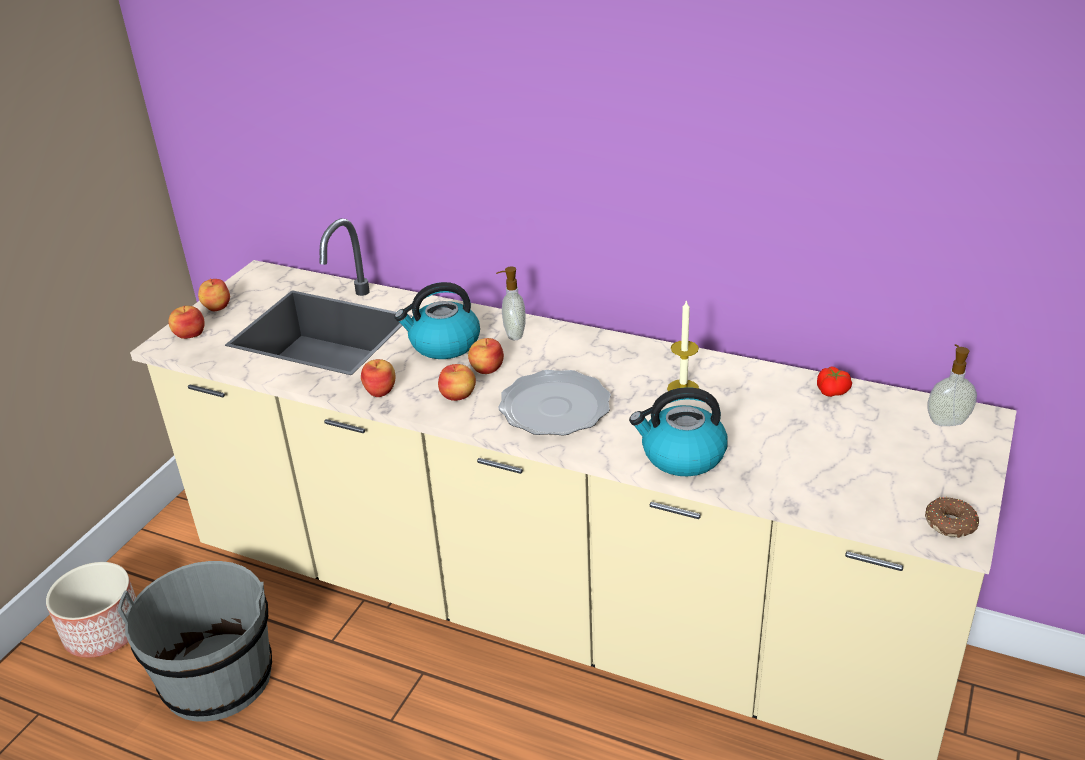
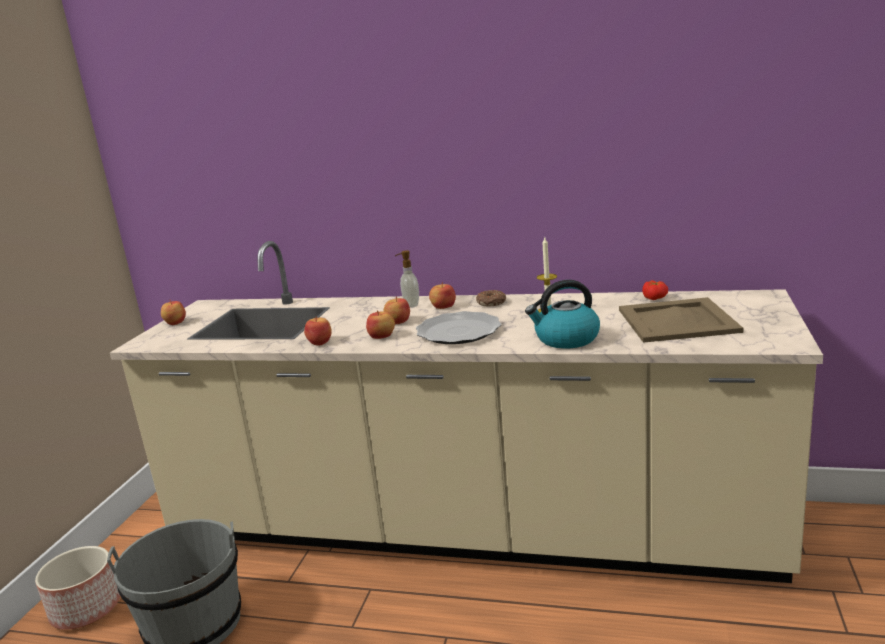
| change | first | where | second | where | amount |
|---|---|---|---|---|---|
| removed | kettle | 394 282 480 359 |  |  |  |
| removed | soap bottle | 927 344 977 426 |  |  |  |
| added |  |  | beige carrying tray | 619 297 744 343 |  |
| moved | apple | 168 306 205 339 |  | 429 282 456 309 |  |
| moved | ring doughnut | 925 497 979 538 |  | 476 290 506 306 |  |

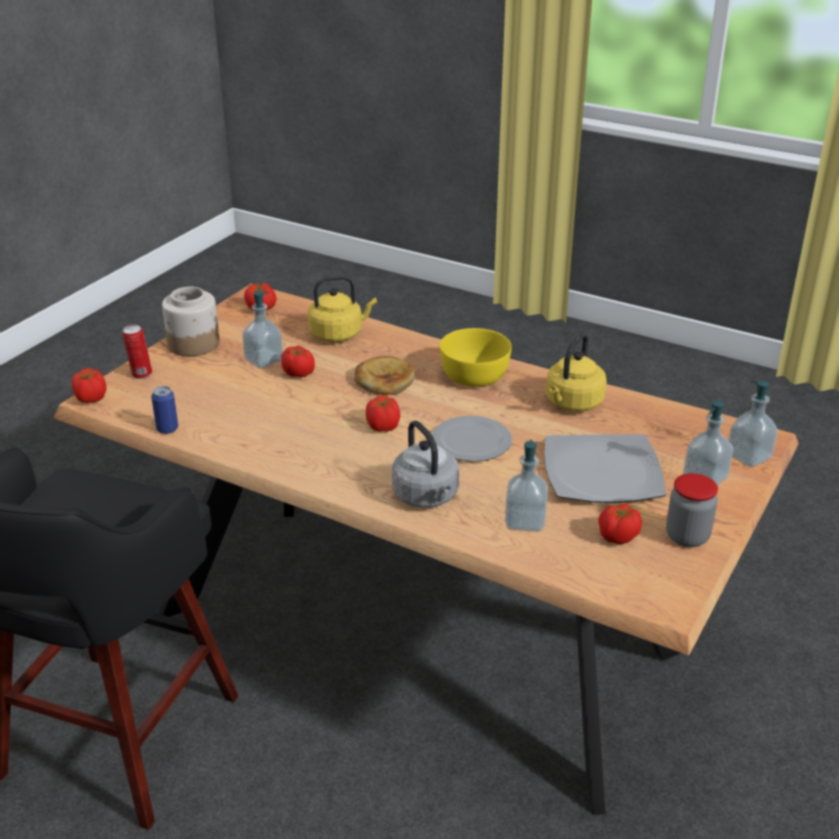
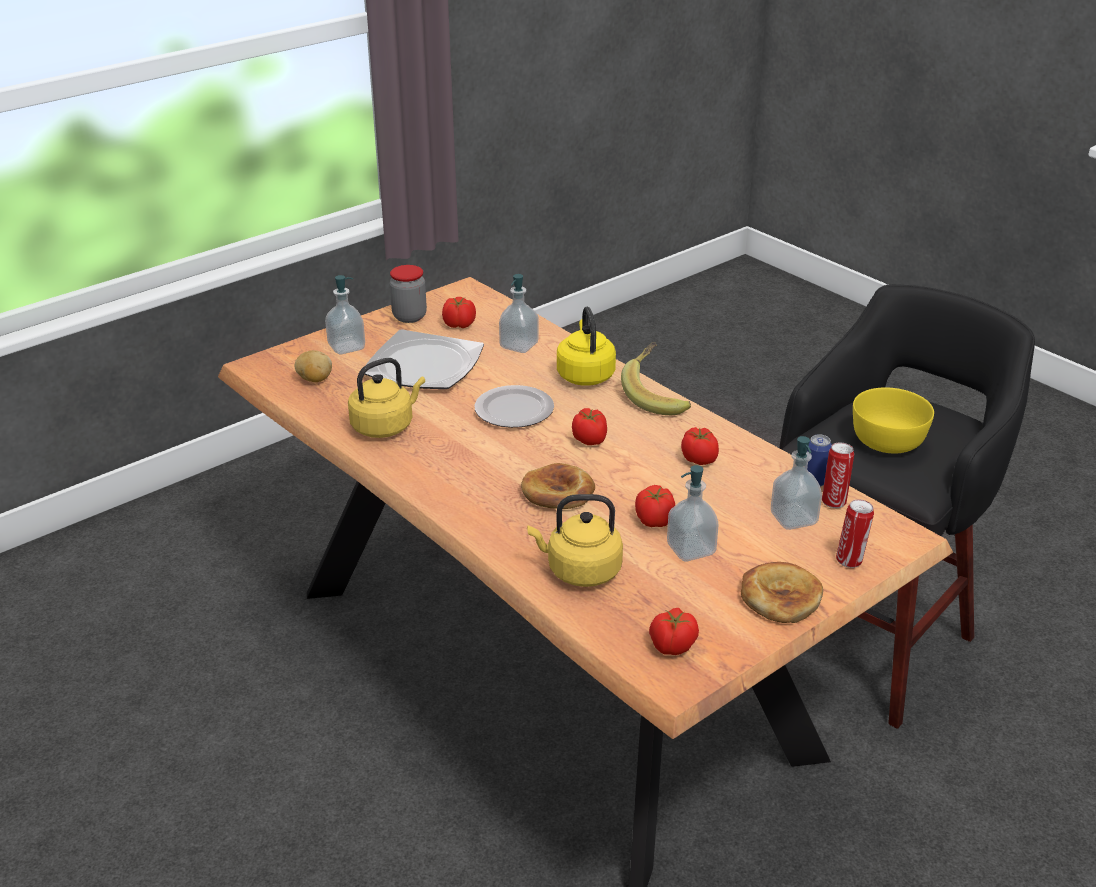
| change | first | where | second | where | amount |
|---|---|---|---|---|---|
| added |  |  | spud | 294 350 332 382 |  |
| added |  |  | whole banana | 621 342 691 415 |  |
| added |  |  | sealed can | 822 443 854 508 |  |
| moved | whole tomato | 72 368 106 403 |  | 681 427 719 465 |  |
| moved | yellow-coloured deep dish | 440 328 512 387 |  | 853 387 934 454 |  |
| moved | soap bottle | 728 381 778 467 |  | 771 436 822 530 |  |
| replaced | storage jar | 162 287 220 356 | bakery bread | 741 562 823 623 |  |
| recoloured | gray kettle | 392 421 459 508 | yellow-coloured kettle | 557 307 616 386 |  |

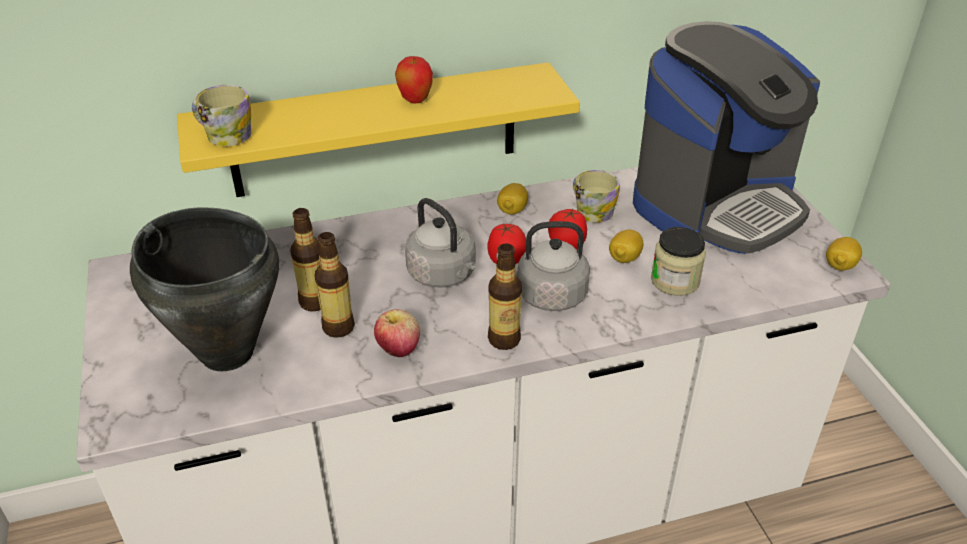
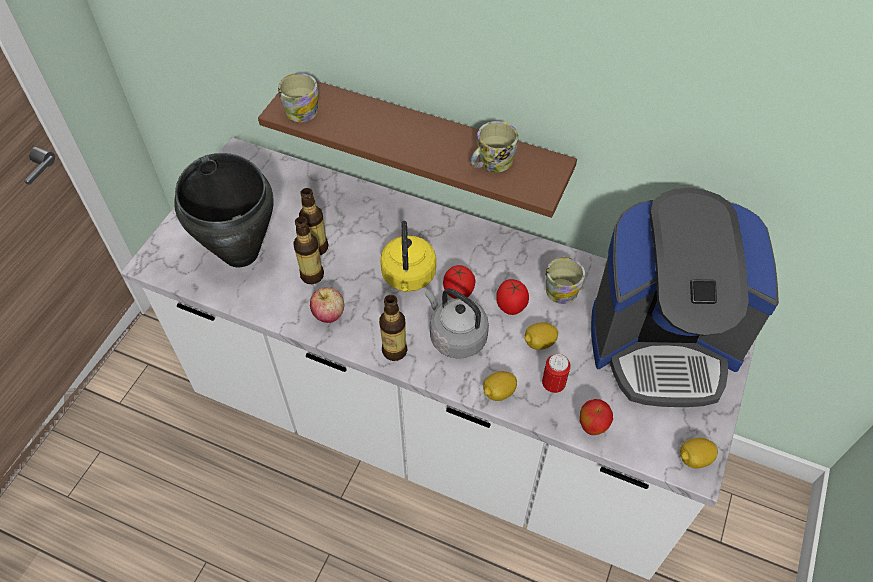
| change | first | where | second | where | amount |
|---|---|---|---|---|---|
| added |  |  | mug | 471 121 518 172 |  |
| moved | apple | 395 56 433 103 |  | 580 399 613 435 |  |
| moved | citrus fruit | 497 183 528 215 |  | 483 371 517 401 |  |
| replaced | storage jar | 651 227 706 296 | sealed can | 542 354 571 393 |  |
| recoloured | yellow-coloured shelf | 177 62 580 197 | brownish shelf | 258 81 577 218 |  |
| recoloured | gray kettle | 405 198 476 288 | yellow-coloured kettle | 380 221 436 292 |  |

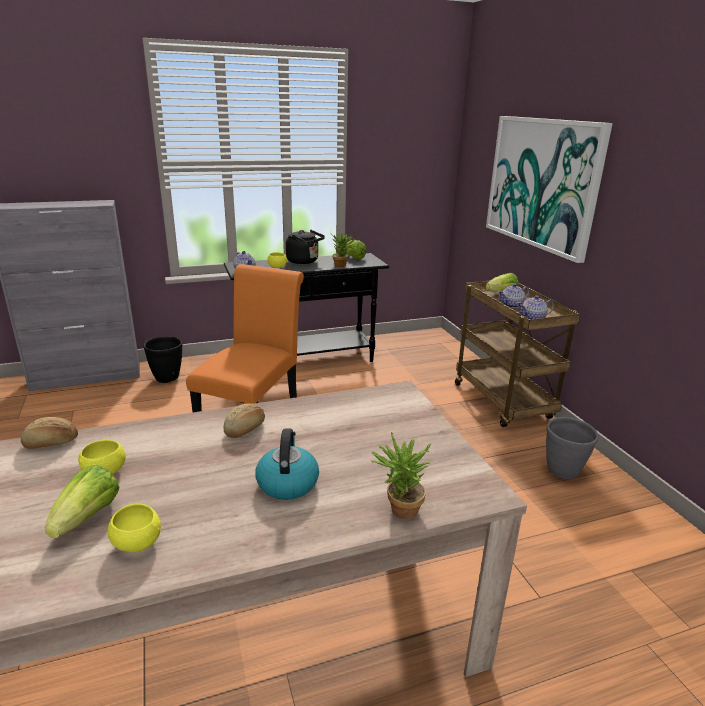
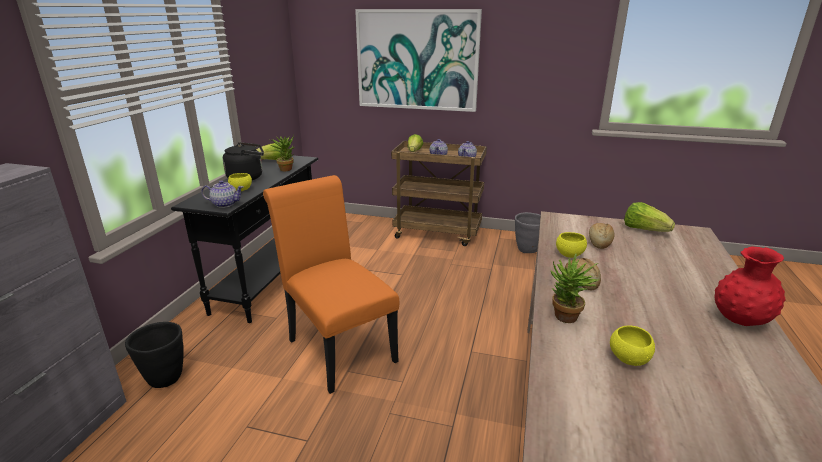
| change | first | where | second | where | amount |
|---|---|---|---|---|---|
| removed | kettle | 255 428 319 500 |  |  |  |
| added |  |  | reddish flower vase | 715 246 786 326 |  |
| moved | bakery bread | 21 417 78 449 |  | 589 223 614 249 |  |
| moved | lettuce | 45 464 120 538 |  | 624 202 675 232 |  |
| moved | yellow-coloured deep dish | 108 503 161 552 |  | 556 232 587 258 |  |
| moved | potted plant | 371 432 432 519 |  | 550 254 600 323 |  |

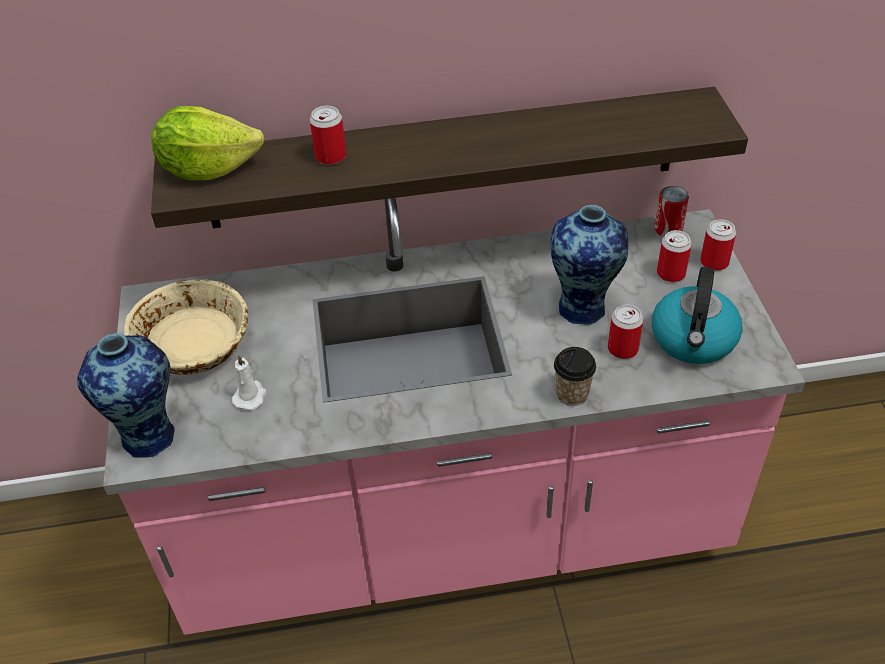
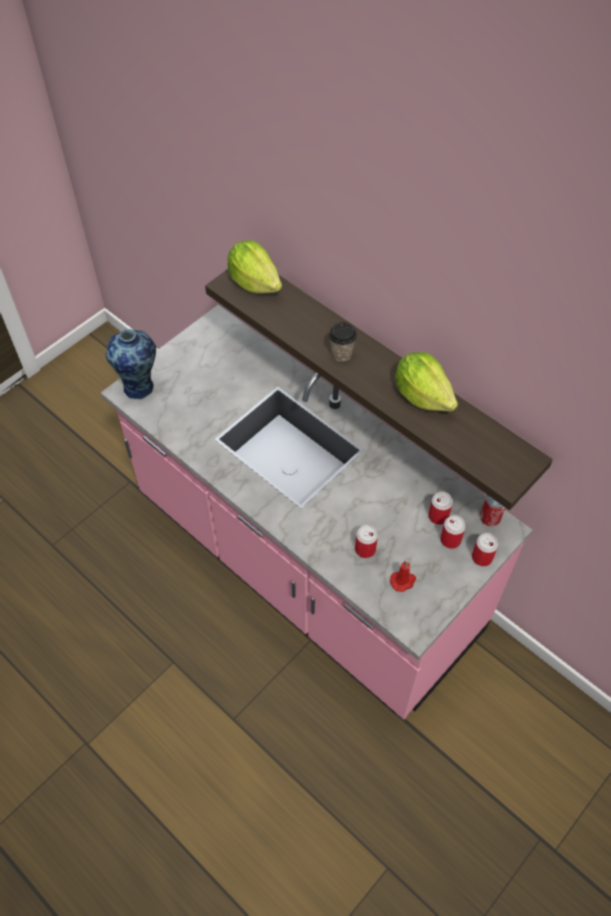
| change | first | where | second | where | amount |
|---|---|---|---|---|---|
| removed | beige deep dish | 124 279 248 375 |  |  |  |
| removed | white-coloured wax candle | 232 354 266 410 |  |  |  |
| removed | flower vase | 551 205 628 325 |  |  |  |
| added |  |  | lettuce | 395 352 458 411 |  |
| moved | sealed can | 310 106 346 165 |  | 428 491 453 525 |  |
| moved | small cup | 554 347 596 406 |  | 329 322 357 362 |  |
| replaced | kettle | 652 267 743 364 | reddish wax candle | 390 561 416 592 |  |

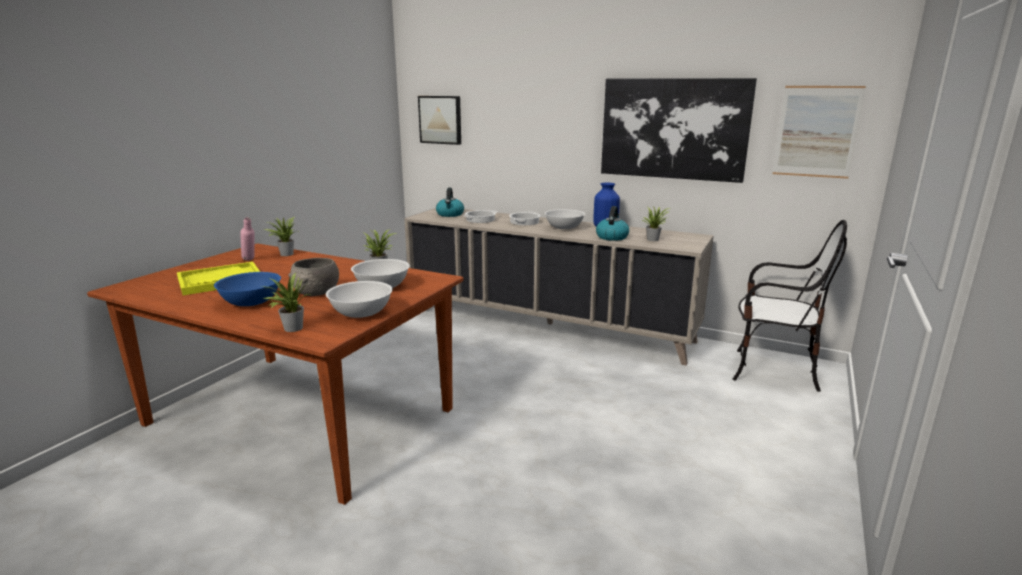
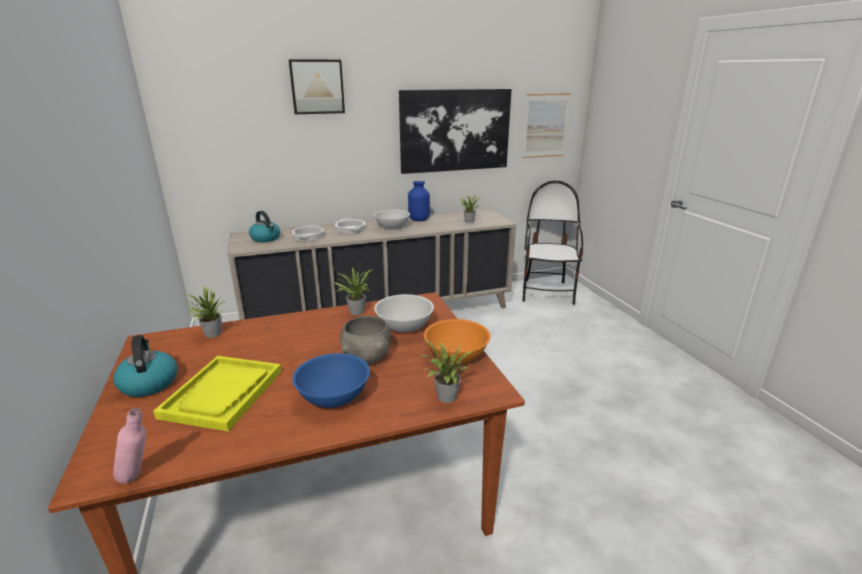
| change | first | where | second | where | amount |
|---|---|---|---|---|---|
| moved | pink-coloured bottle | 240 217 255 261 |  | 113 408 146 484 |  |
| moved | picture | 418 96 461 145 |  | 289 59 345 114 |  |
| moved | kettle | 596 206 629 241 |  | 113 335 177 397 |  |
| recoloured | white-coloured deep dish | 326 281 393 318 | orange-coloured deep dish | 424 319 491 363 |  |
| turned | upright chair | 733 220 847 392 |  | 522 181 583 305 | 60 degrees counterclockwise |

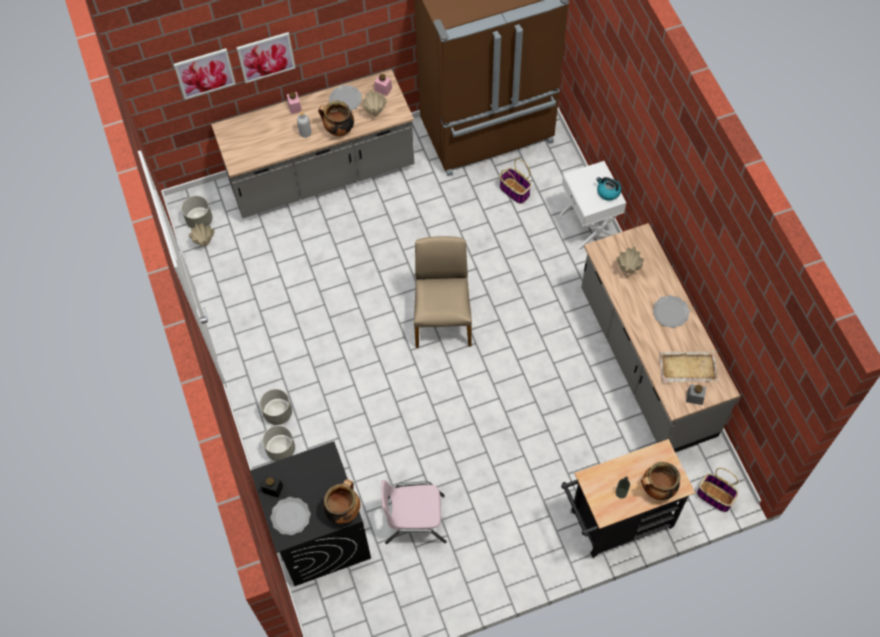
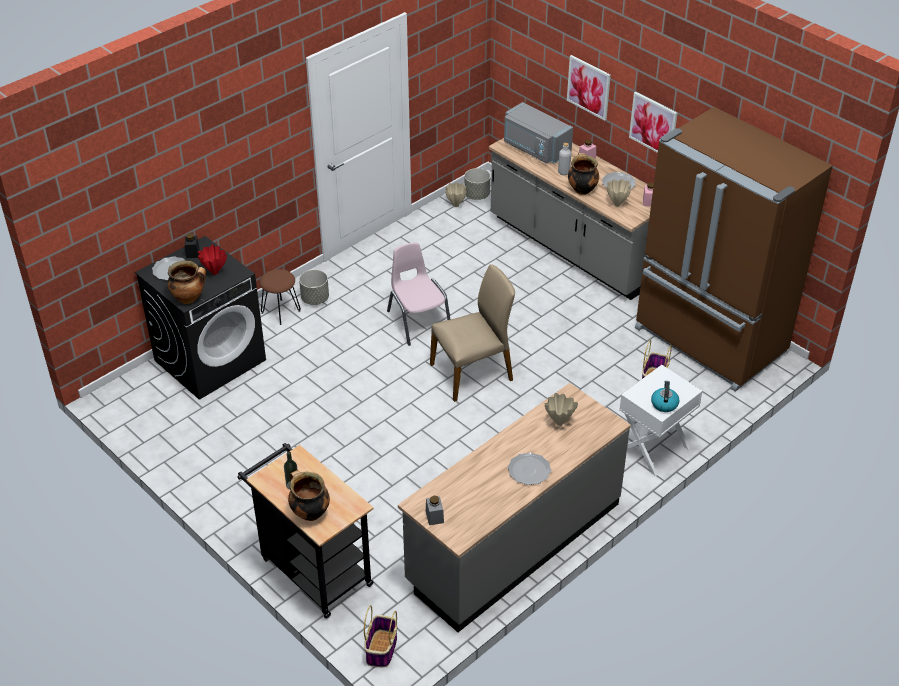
| change | first | where | second | where | amount |
|---|---|---|---|---|---|
| removed | beige carrying tray | 659 351 718 383 |  |  |  |
| added |  |  | reddish flower vase | 198 244 227 275 |  |
| added |  |  | gray microwave oven | 504 102 573 164 |  |
| moved | picture | 174 48 236 100 |  | 629 92 678 153 |  |
| moved | pink-coloured upright chair | 381 480 447 544 |  | 387 243 451 346 |  |
| replaced | gray plant pot | 262 425 295 461 | brownish sitting stool | 260 269 301 325 |  |

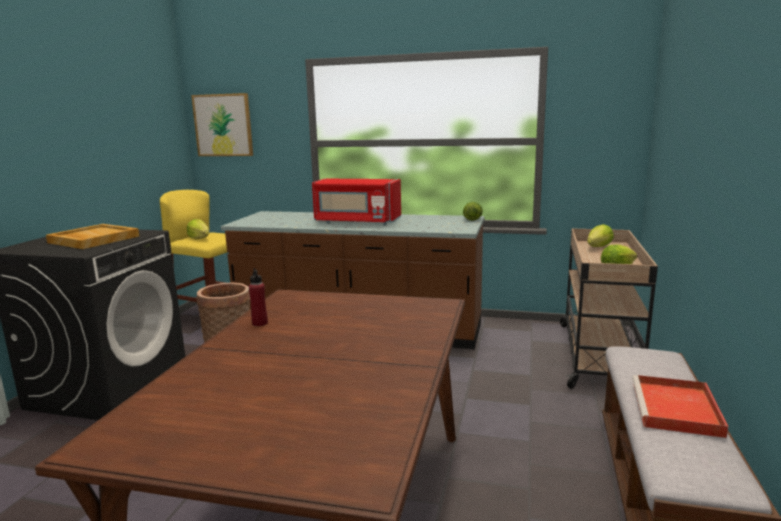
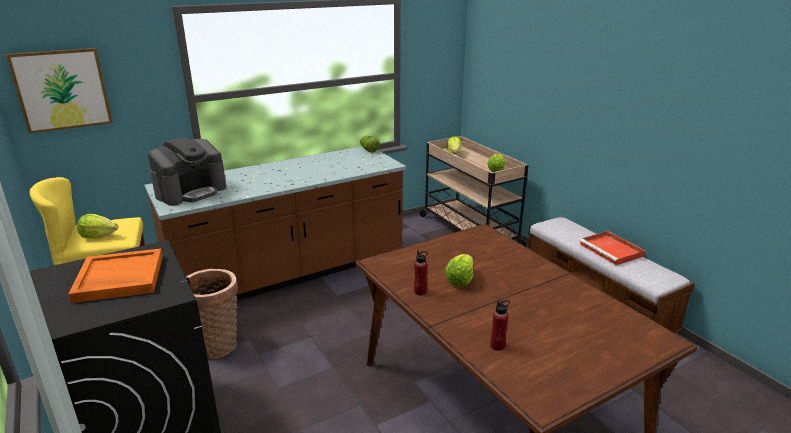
| change | first | where | second | where | amount |
|---|---|---|---|---|---|
| removed | reddish microwave oven | 312 179 401 225 |  |  |  |
| added |  |  | coffee machine | 148 137 226 206 |  |
| added |  |  | lettuce | 445 254 474 287 |  |
| added |  |  | reddish bottle | 490 300 510 351 |  |
| recoloured | beige carrying tray | 46 224 139 249 | orange-coloured carrying tray | 68 249 163 303 |  |

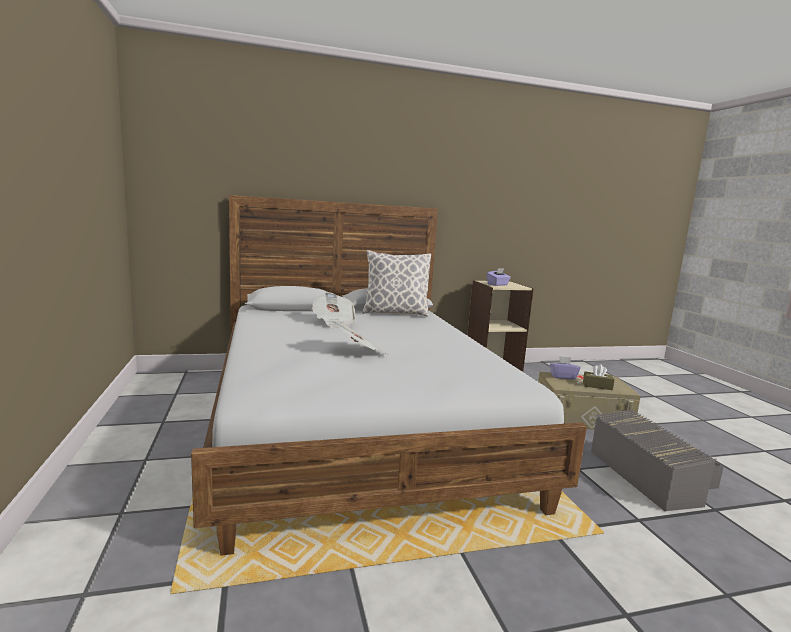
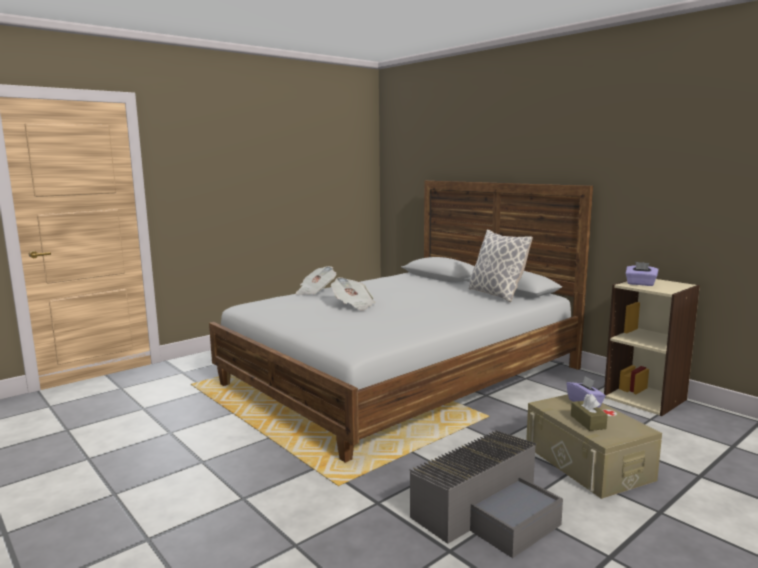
| change | first | where | second | where | amount |
|---|---|---|---|---|---|
| moved | newspaper | 311 292 355 328 |  | 296 266 337 295 |  |

